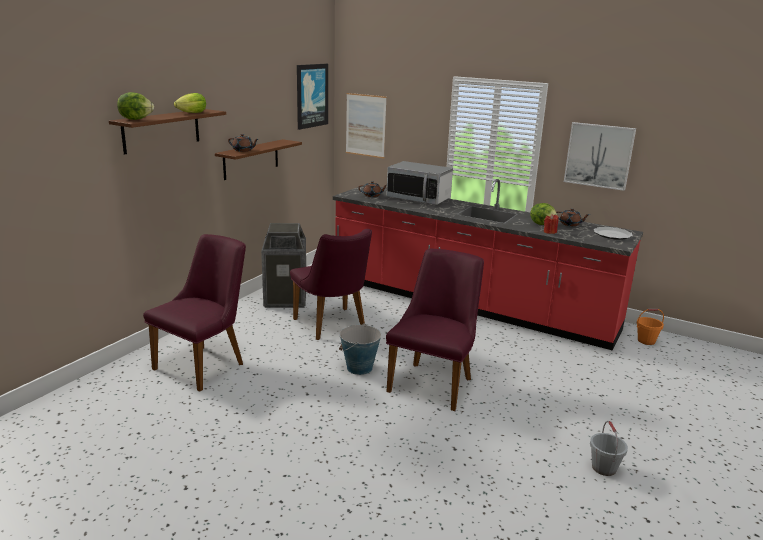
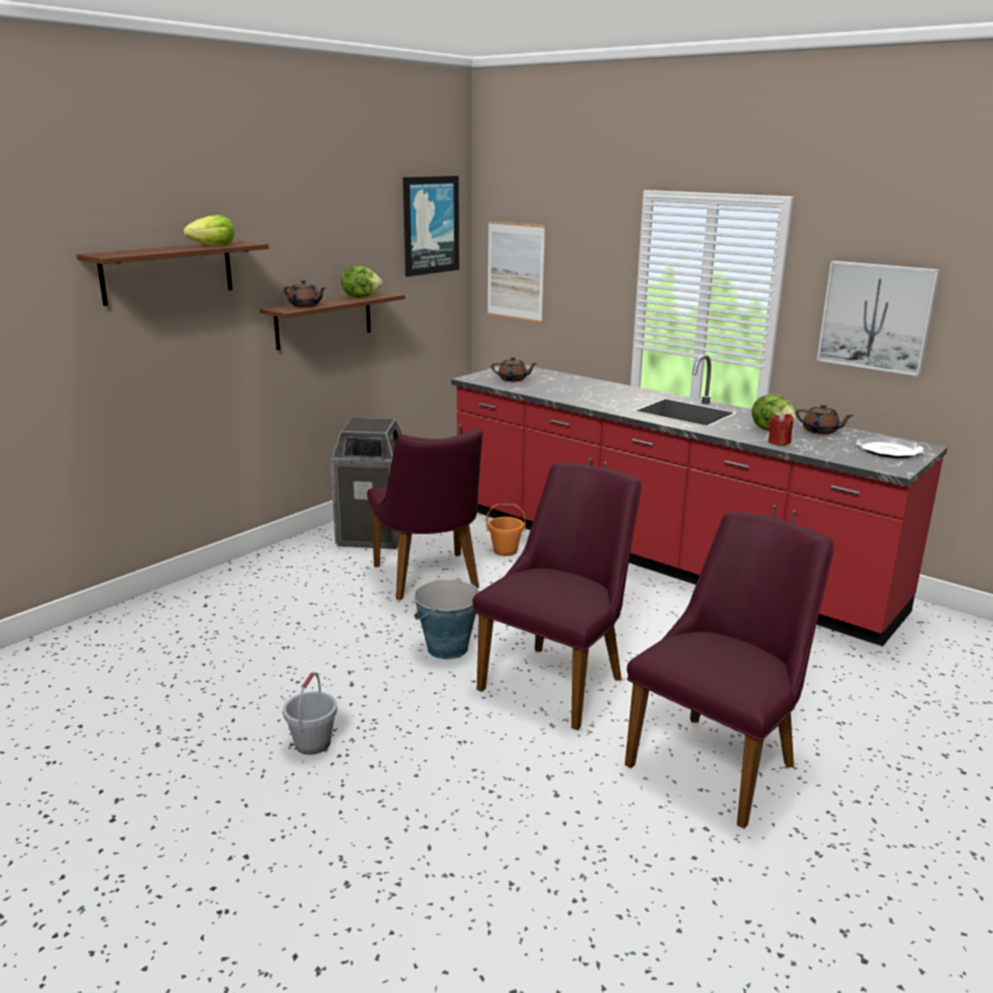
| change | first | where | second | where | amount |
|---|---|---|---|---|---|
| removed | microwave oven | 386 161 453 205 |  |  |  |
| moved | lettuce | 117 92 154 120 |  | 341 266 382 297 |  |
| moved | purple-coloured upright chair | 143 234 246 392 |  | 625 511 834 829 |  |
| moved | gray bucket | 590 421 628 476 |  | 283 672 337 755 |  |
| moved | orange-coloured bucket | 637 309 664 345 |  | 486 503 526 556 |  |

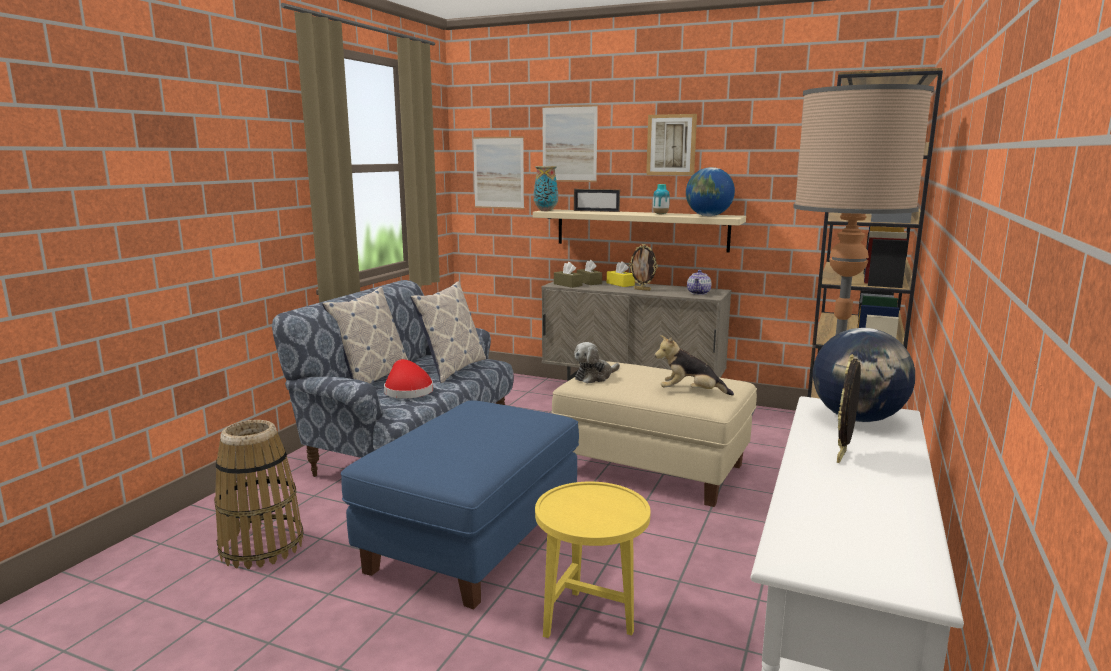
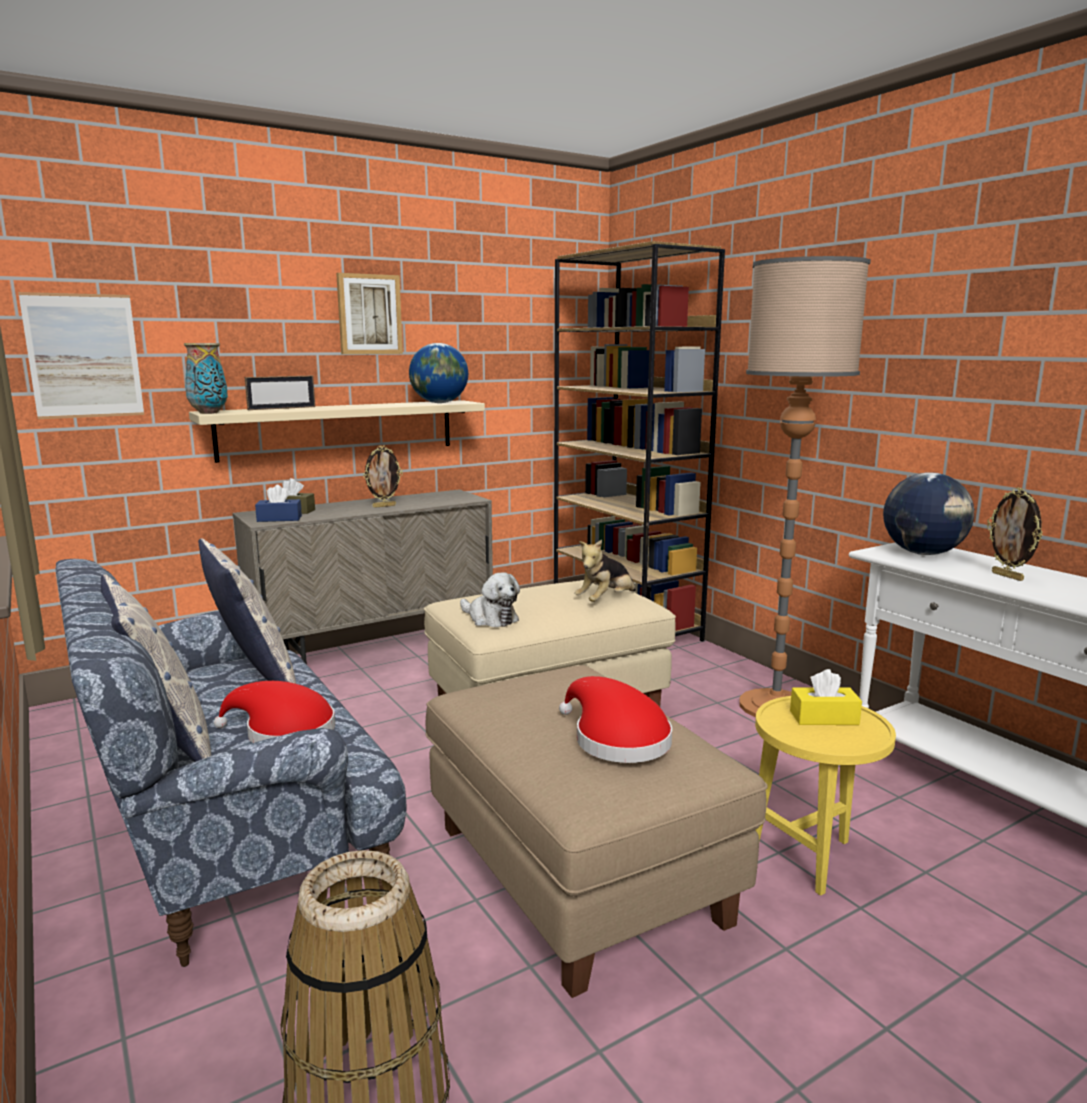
| change | first | where | second | where | amount |
|---|---|---|---|---|---|
| removed | picture | 542 105 598 182 |  |  |  |
| removed | flower vase | 653 184 670 214 |  |  |  |
| removed | pot for tea | 687 270 712 295 |  |  |  |
| added |  |  | reddish clothing hat | 559 676 672 763 |  |
| moved | yellow-coloured tissue box | 607 261 635 287 |  | 790 669 862 725 |  |
| recoloured | bluish pouffe | 341 400 579 609 | beige pouffe | 425 665 768 998 |  |
| recoloured | brownish tissue box | 554 262 583 288 | bluish tissue box | 255 485 302 522 |  |
| turned | plush toy | 574 342 620 384 |  | 460 572 520 627 | 45 degrees counterclockwise |

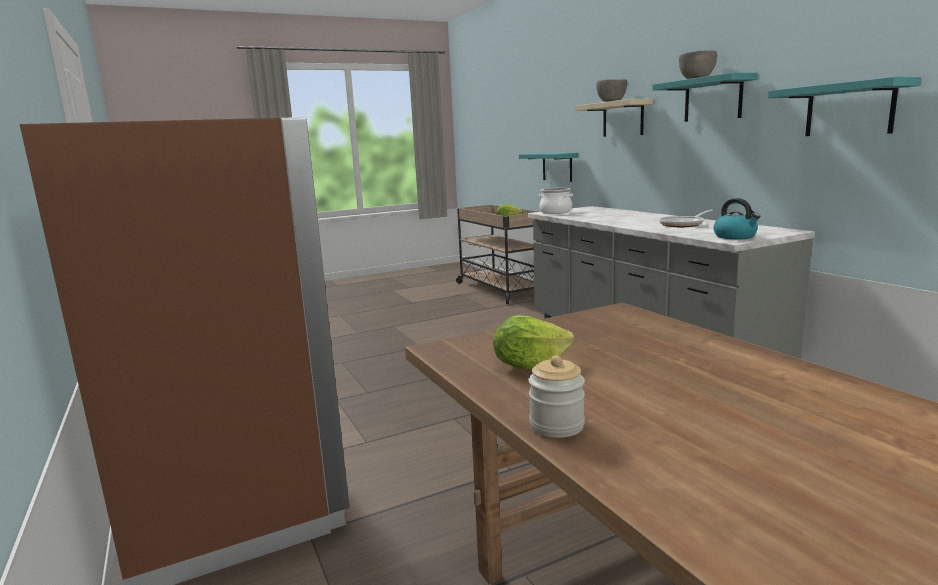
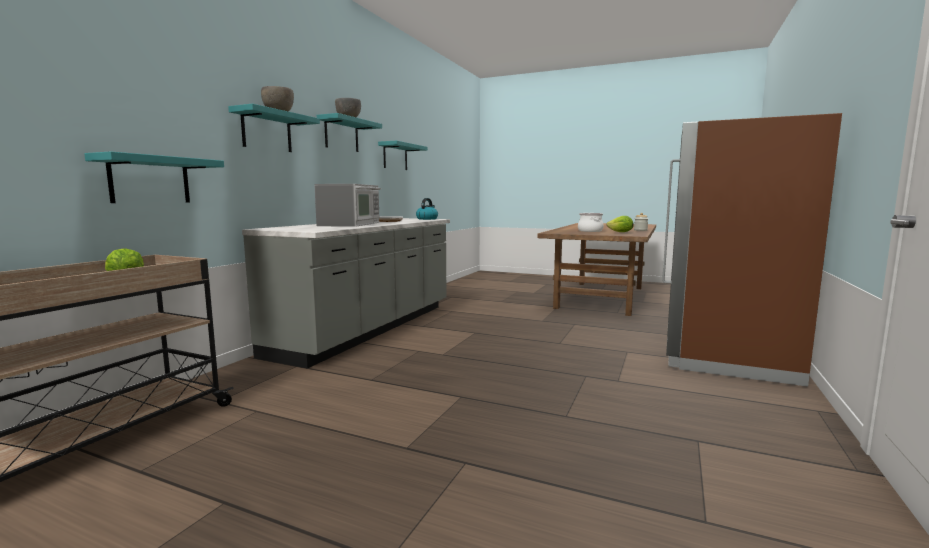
| change | first | where | second | where | amount |
|---|---|---|---|---|---|
| added |  |  | microwave oven | 314 184 381 227 |  |
| moved | stockpot | 539 188 573 214 |  | 578 213 604 232 |  |
| recoloured | beige shelf | 575 99 653 137 | blue-green shelf | 228 104 320 152 |  |

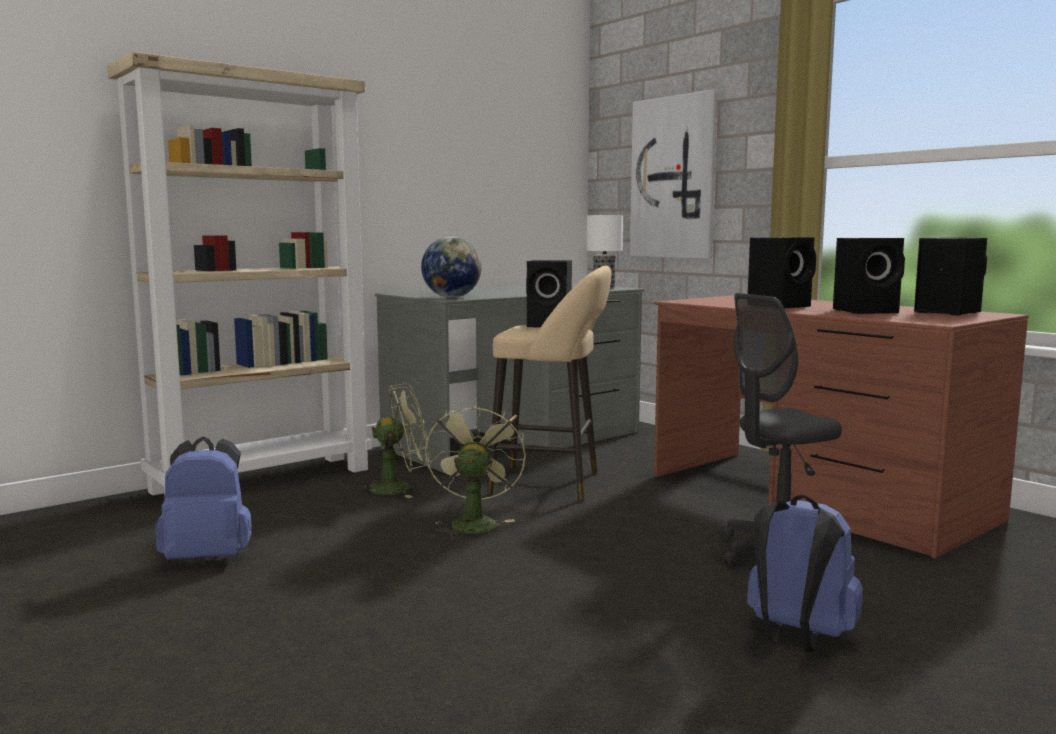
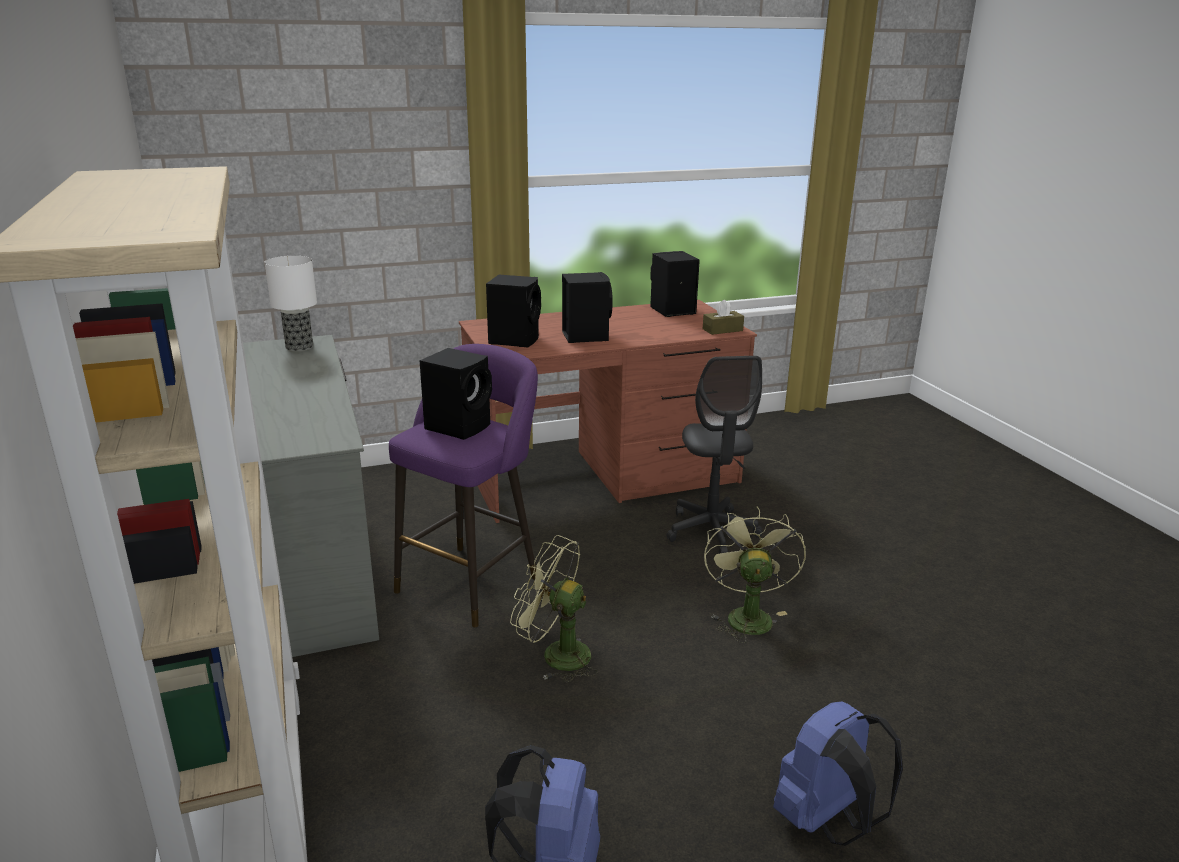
| change | first | where | second | where | amount |
|---|---|---|---|---|---|
| removed | desk globe | 421 237 481 298 |  |  |  |
| removed | picture | 630 89 718 259 |  |  |  |
| added |  |  | brownish tissue box | 703 300 744 335 |  |
| moved | green-coloured fan | 357 383 429 498 |  | 704 507 806 643 |  |
| moved | bluish backpack | 747 495 863 653 |  | 773 701 903 846 |  |
| moved | black speaker | 833 238 905 314 |  | 486 275 541 347 |  |
| recoloured | beige sitting stool | 487 265 612 501 | purple-coloured sitting stool | 389 344 538 627 |  |

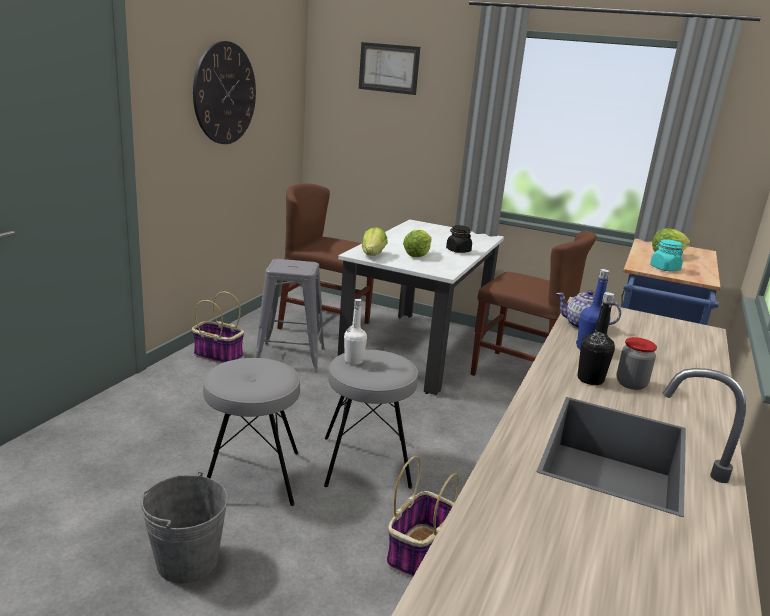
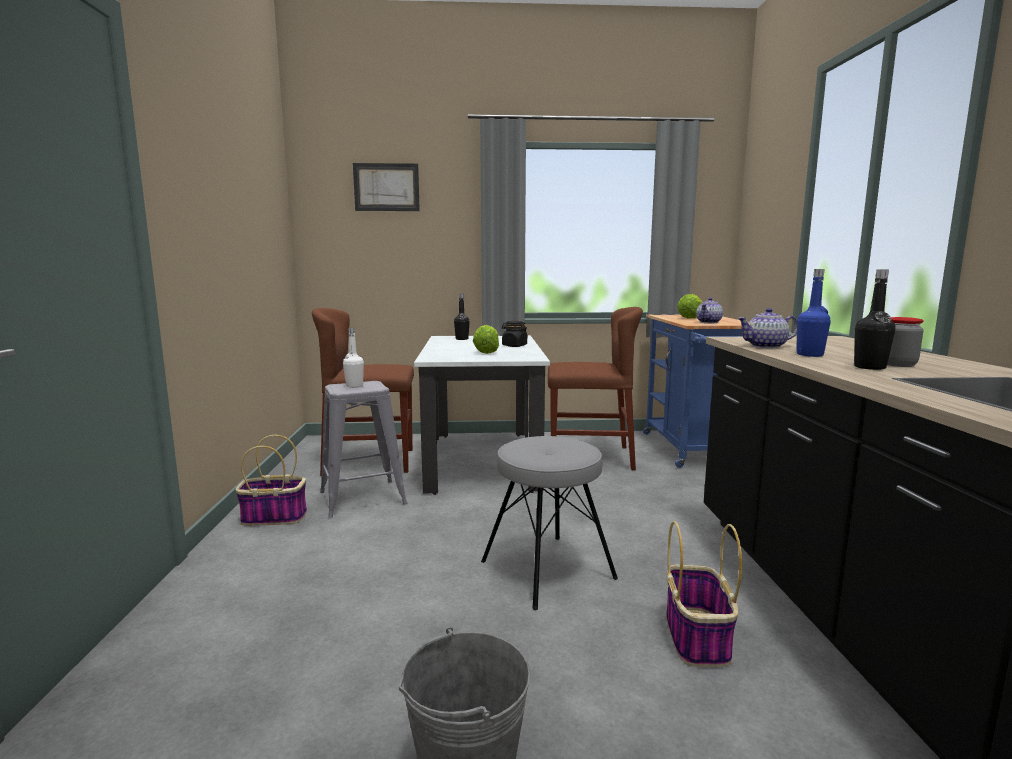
| change | first | where | second | where | amount |
|---|---|---|---|---|---|
| removed | wall clock | 193 41 256 144 |  |  |  |
| removed | gray sitting stool | 203 358 300 506 |  |  |  |
| removed | lettuce | 362 227 388 256 |  |  |  |
| added |  |  | black bottle | 454 294 470 340 |  |
| moved | white-coloured bottle | 344 299 367 365 |  | 343 328 364 388 |  |
| replaced | blue-green storage jar | 650 239 683 271 | pot for tea | 696 298 723 323 |  |

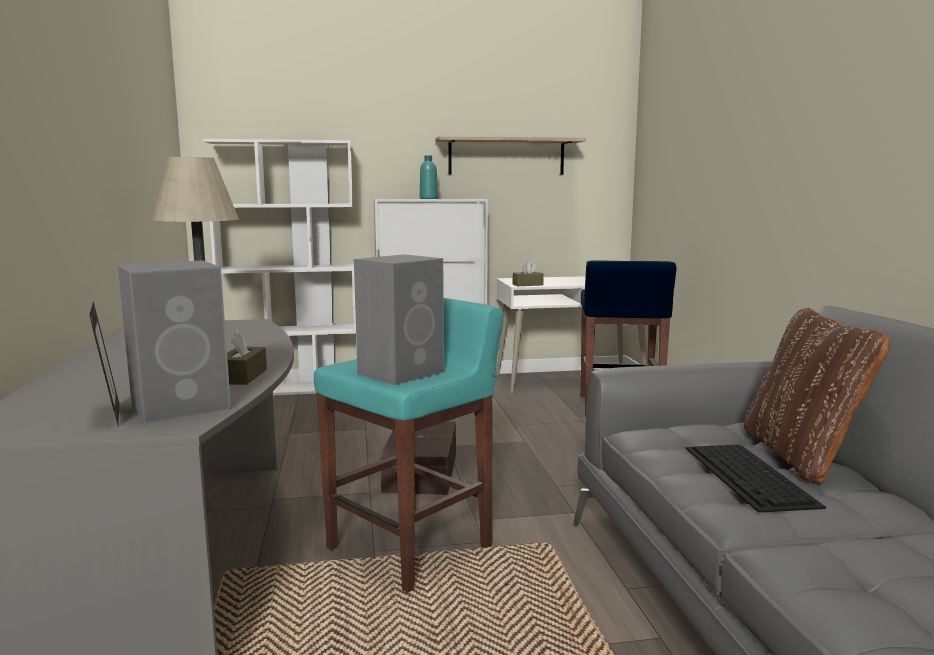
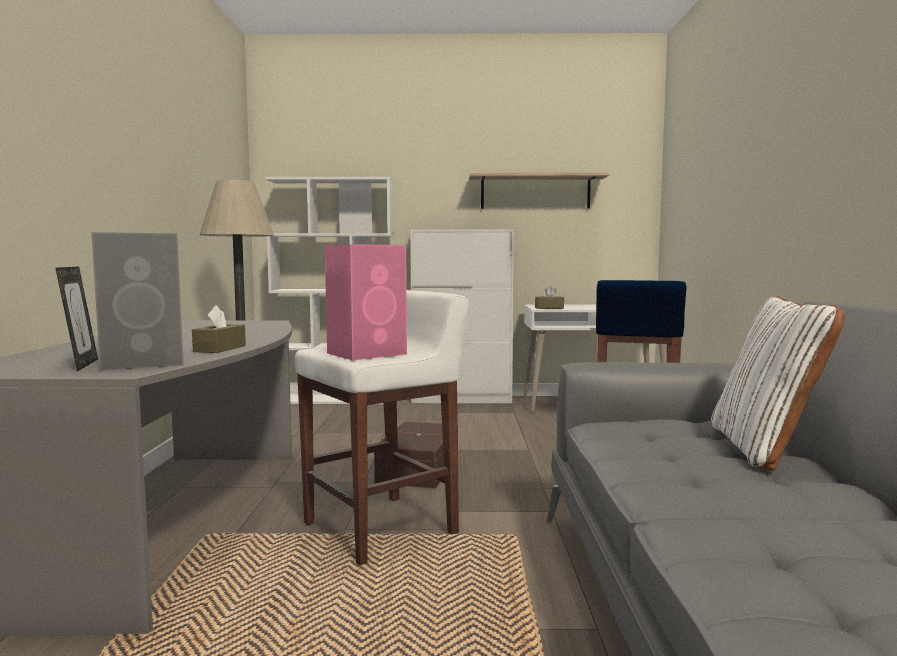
| change | first | where | second | where | amount |
|---|---|---|---|---|---|
| removed | blue-green bottle | 420 155 438 199 |  |  |  |
| removed | keyboard | 685 445 826 513 |  |  |  |
| recoloured | blue-green sitting stool | 314 298 504 593 | white-coloured sitting stool | 295 290 470 565 |  |
| recoloured | gray speaker | 354 254 444 385 | pink-coloured speaker | 325 244 407 361 |  |
| recoloured | brownish throw pillow | 744 308 890 484 | white-coloured throw pillow | 711 296 845 471 |  |

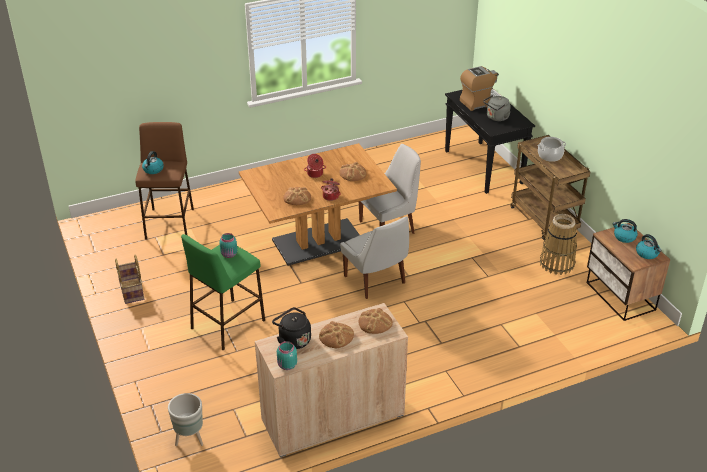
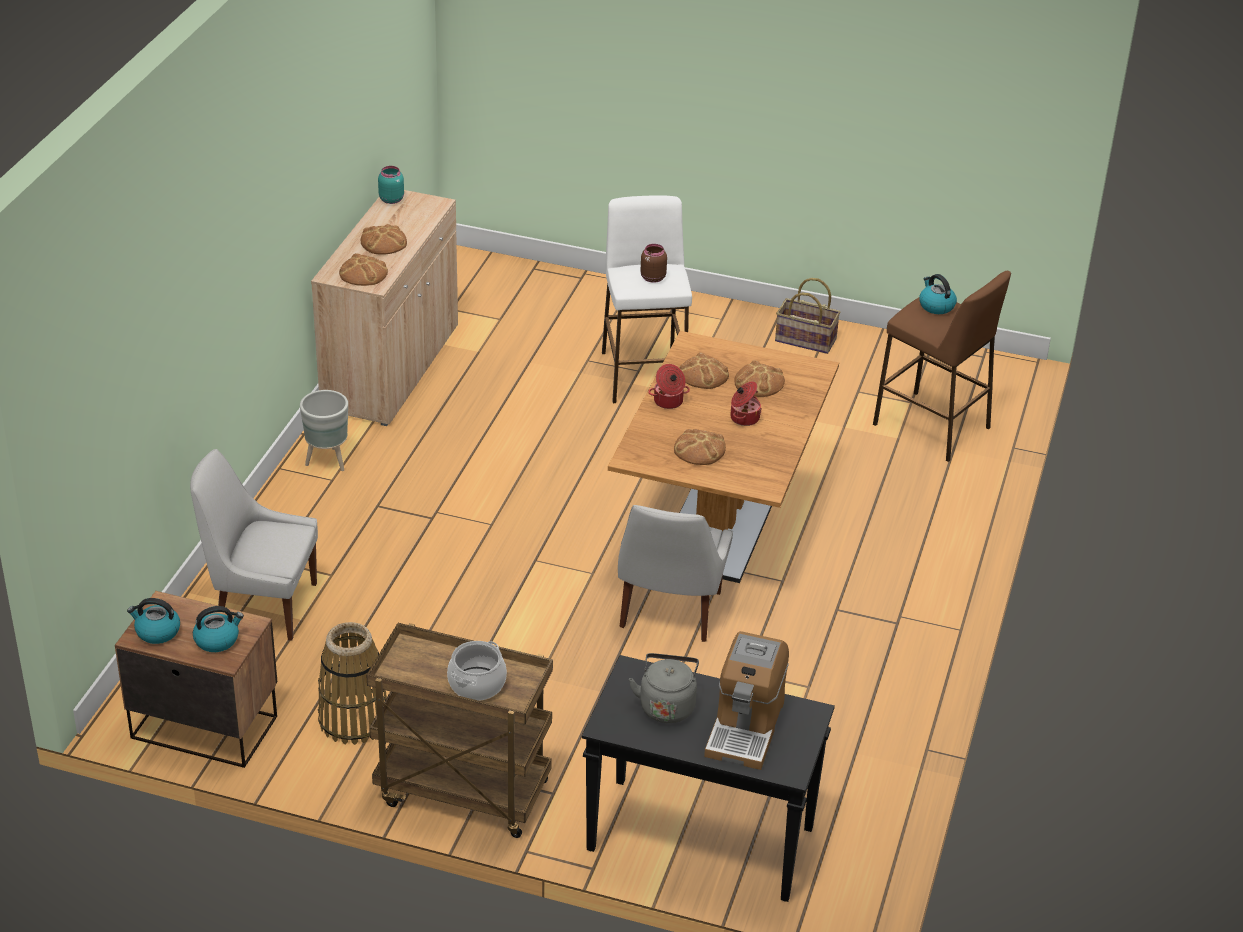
| change | first | where | second | where | amount |
|---|---|---|---|---|---|
| removed | black kettle | 272 307 311 349 |  |  |  |
| added |  |  | bakery bread | 734 360 785 397 |  |
| moved | gray plant pot | 168 393 203 446 |  | 300 390 348 471 |  |
| moved | white-coloured upright chair | 340 216 409 299 |  | 190 449 318 641 |  |
| recoloured | green-coloured sitting stool | 181 234 265 351 | white-coloured sitting stool | 602 195 692 403 |  |
| recoloured | blue-green storage jar | 219 233 237 258 | brownish storage jar | 640 244 667 283 |  |

